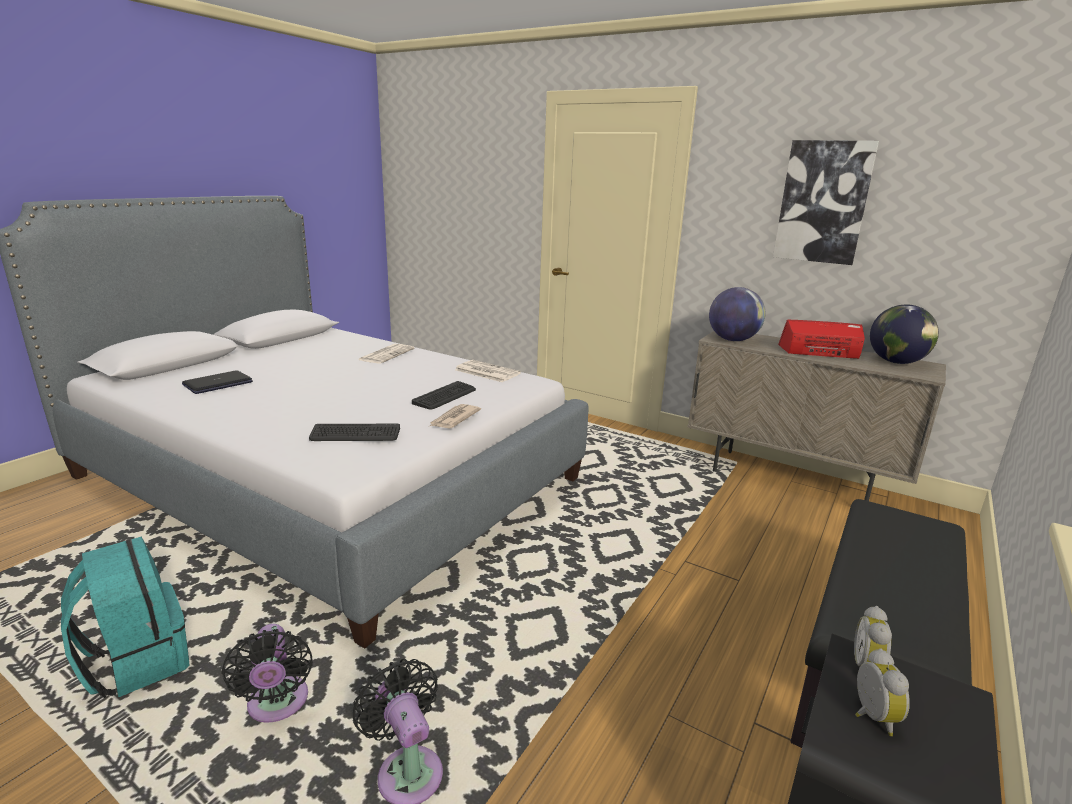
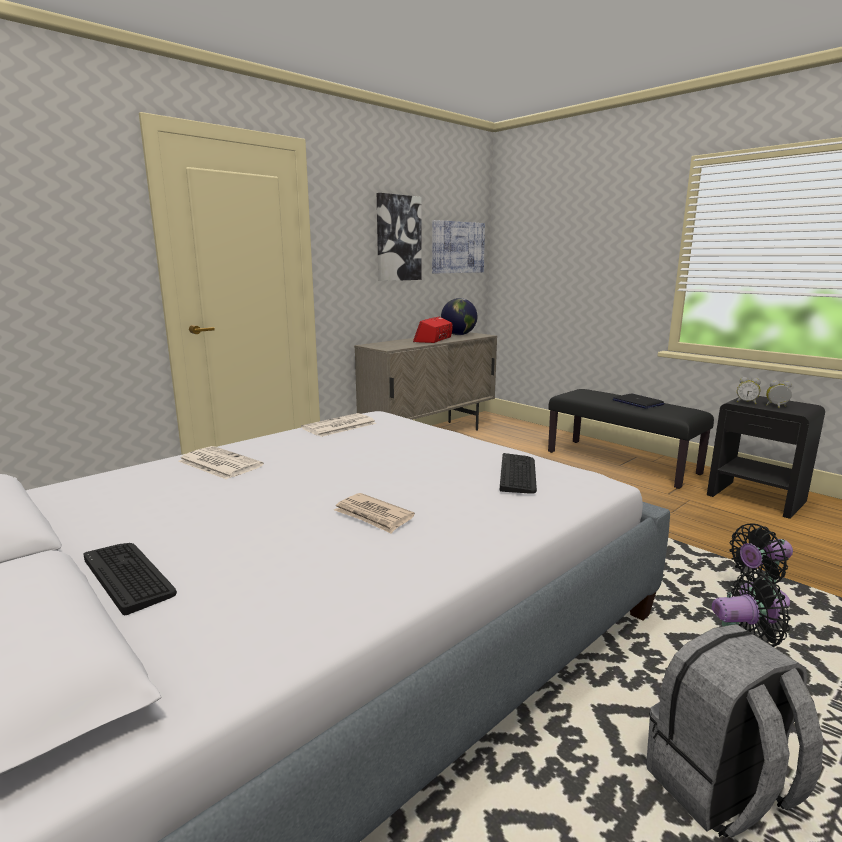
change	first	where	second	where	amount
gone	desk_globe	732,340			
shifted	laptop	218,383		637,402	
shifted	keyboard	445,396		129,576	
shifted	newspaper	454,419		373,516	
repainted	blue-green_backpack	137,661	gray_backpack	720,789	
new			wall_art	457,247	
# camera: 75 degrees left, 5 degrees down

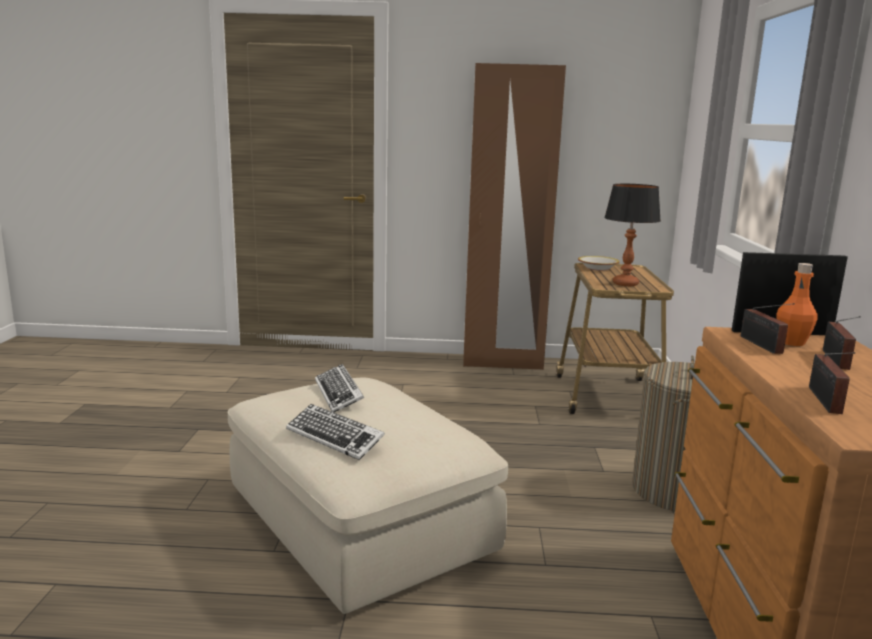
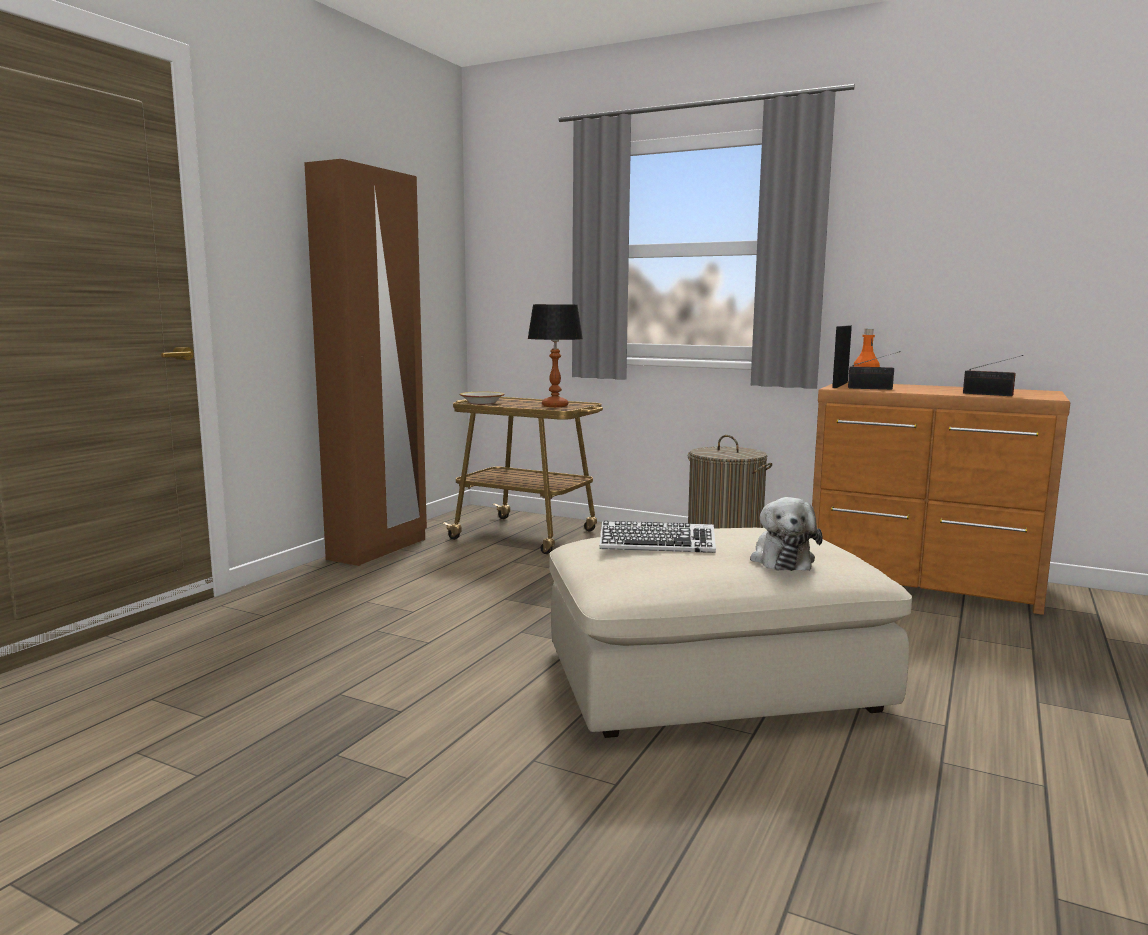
change	first	where	second	where	amount
gone	radio_receiver	835,361			
swapped	keyboard	334,437	plush_toy	781,559	
# camera: 65 degrees left, 5 degrees down

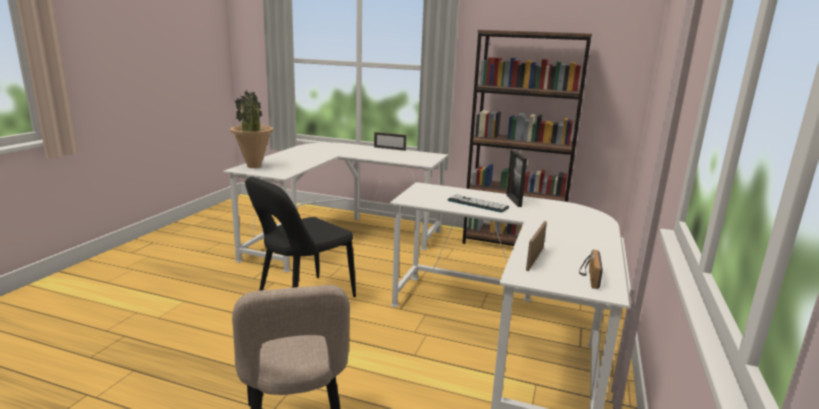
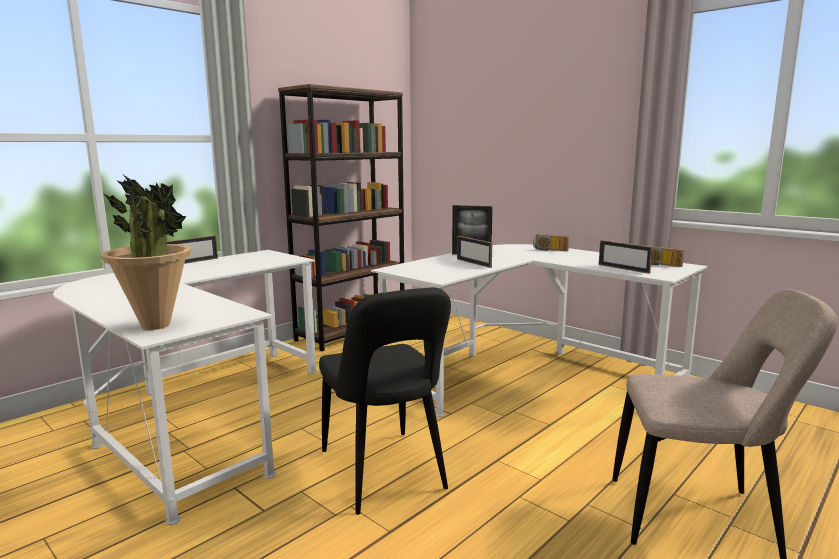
change	first	where	second	where	amount
swapped	keyboard	477,204	photo_frame	473,263	
new			radio_receiver	549,250	
# camera: 65 degrees left, 5 degrees down

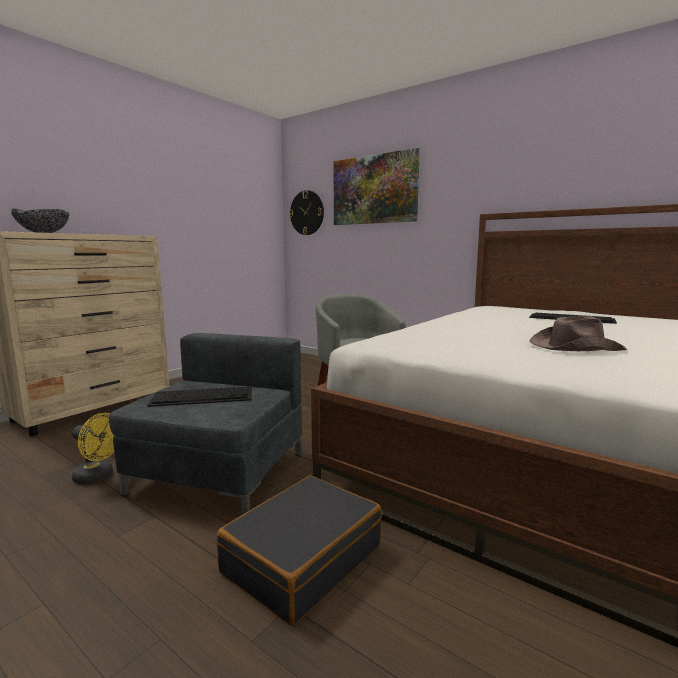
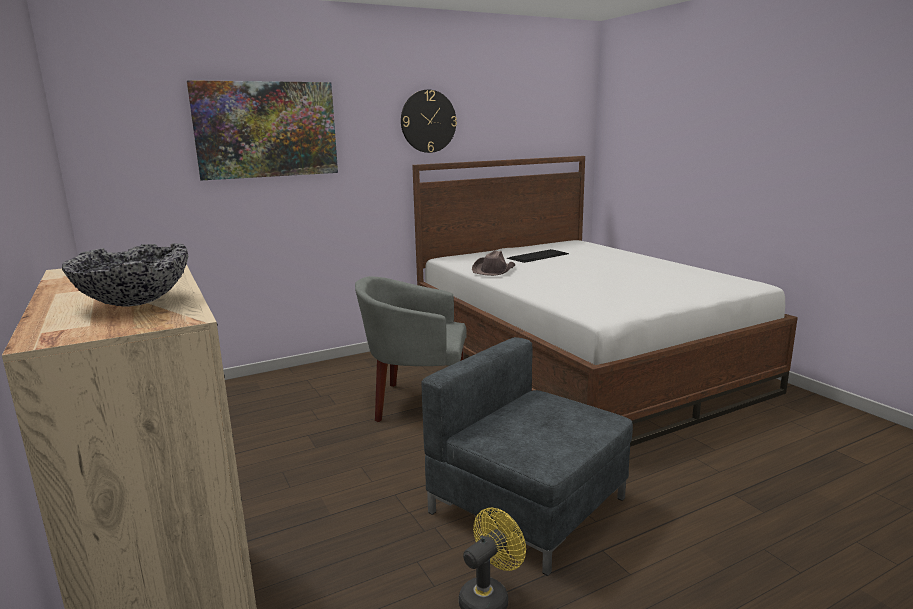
change	first	where	second	where	amount
shifted	hanging_clock	307,213		428,121	
shifted	brown-coloured_wearable_hat	574,347		493,270	
gone	keyboard	203,396			
gone	black_piece_of_luggage	302,559			
# camera: 65 degrees left, 5 degrees up

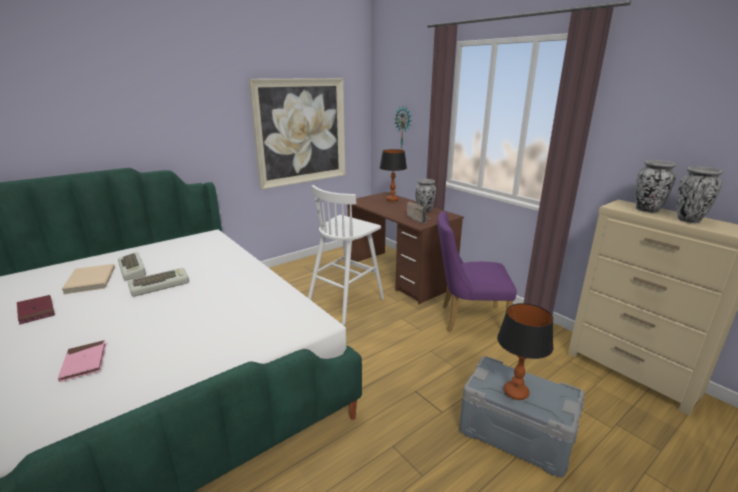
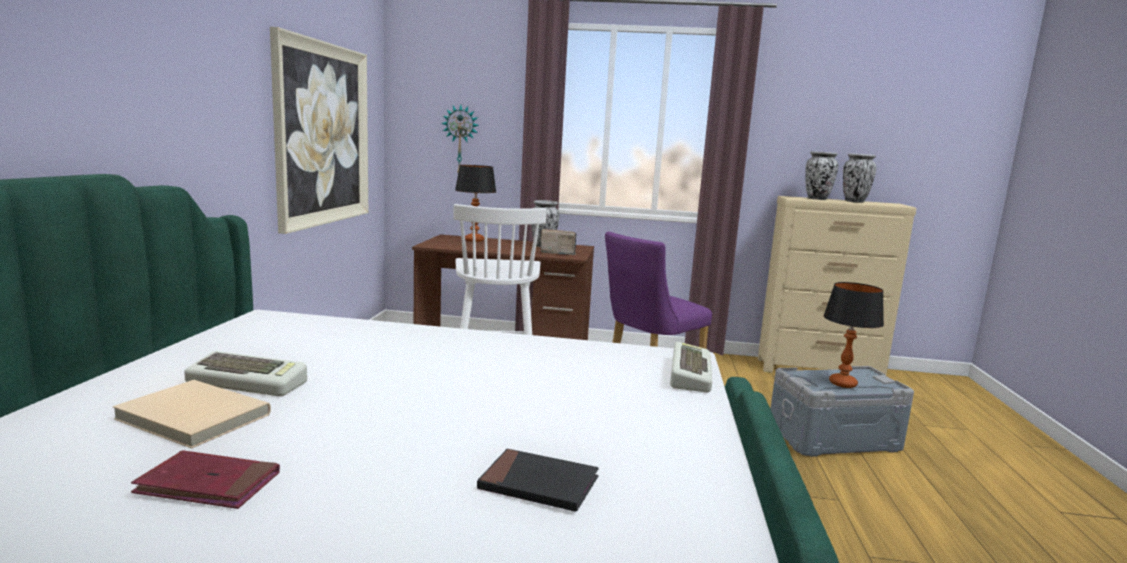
change	first	where	second	where	amount
shifted	keyboard	160,285		688,373	
repainted	pinkish_bound_book	84,362	black_bound_book	538,485	
# camera: 45 degrees left, 10 degrees down

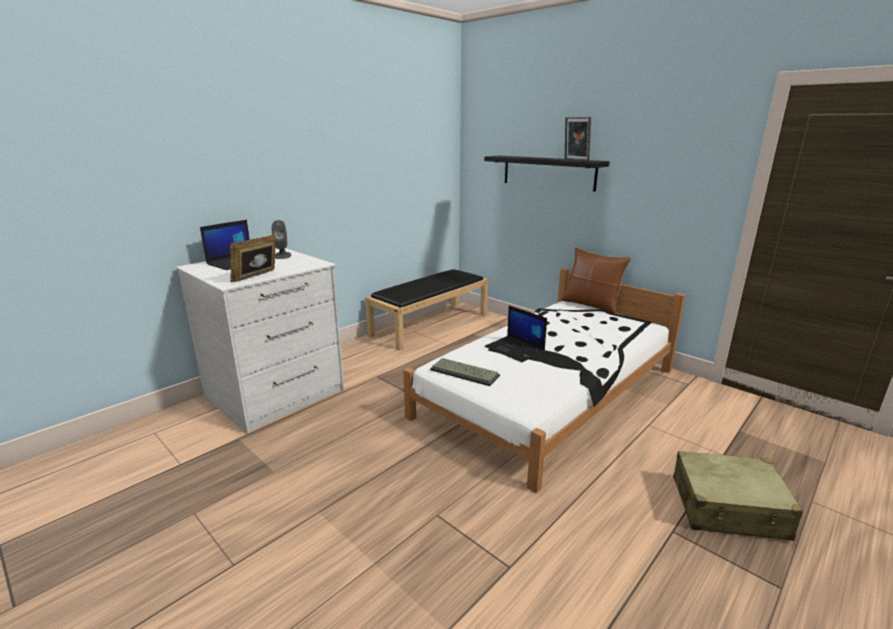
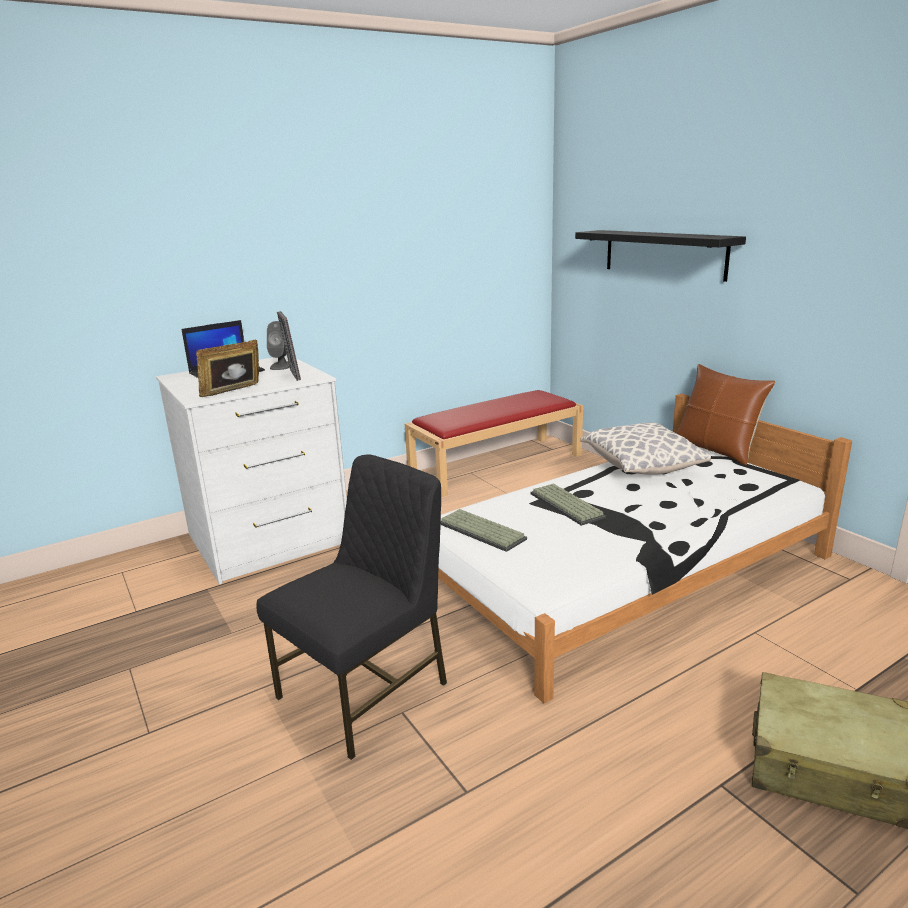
change	first	where	second	where	amount
shifted	photo_frame	575,160		292,375	
repainted	black_indoor_bench	430,324	reddish_indoor_bench	497,464	
swapped	laptop	515,349	keyboard	568,505	
new			throw_pillow	641,467	
new			black_plain_chair	366,690	
# camera: 15 degrees right, 0 degrees up

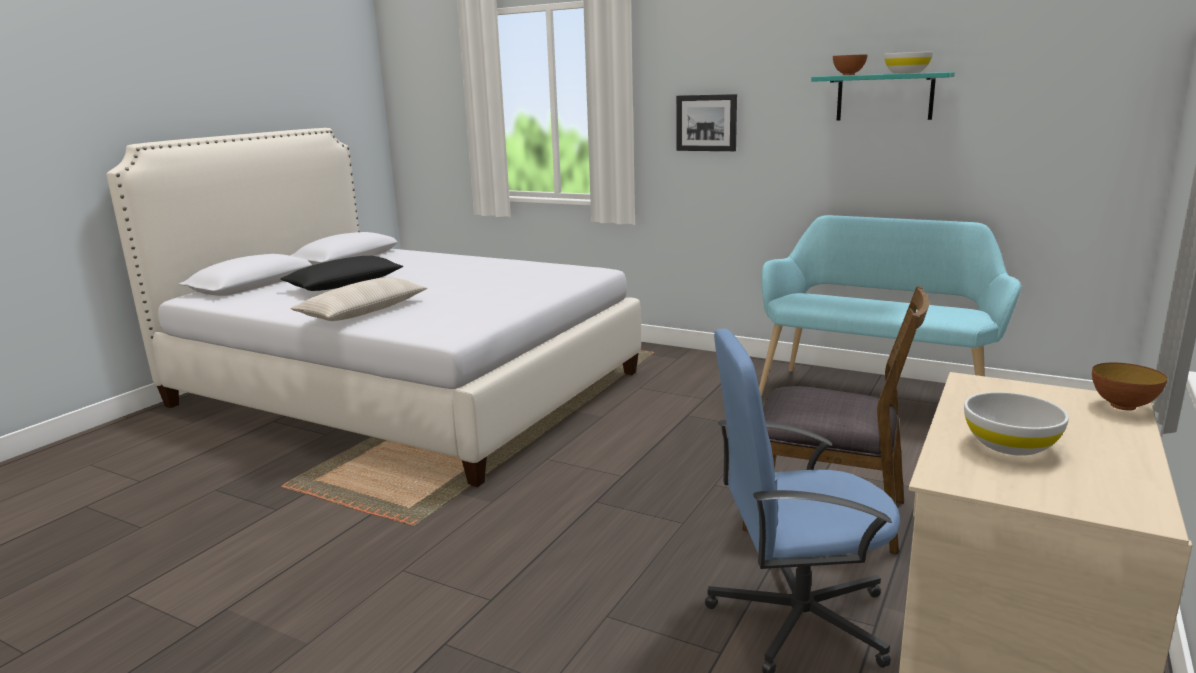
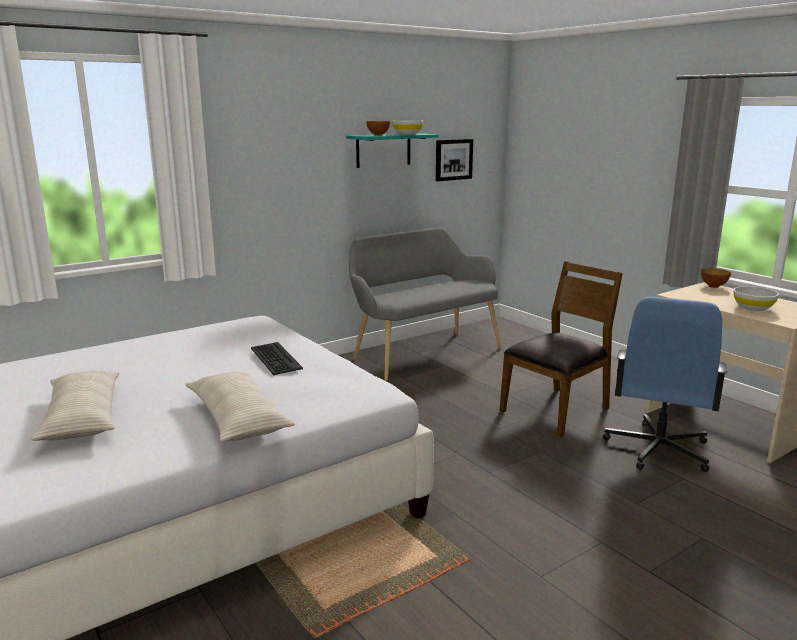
change	first	where	second	where	amount
shifted	wall_art	706,123		453,159	
repainted	blue-green_indoor_bench	875,395	gray_indoor_bench	422,352	
repainted	black_throw_pillow	345,284	beige-coloured_throw_pillow	82,418	
new			keyboard	275,359	
# camera: 65 degrees left, 0 degrees up

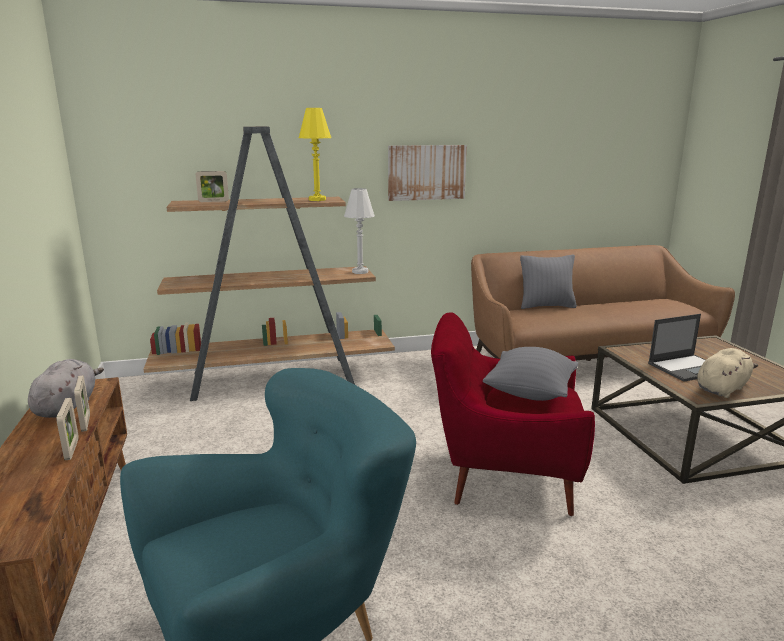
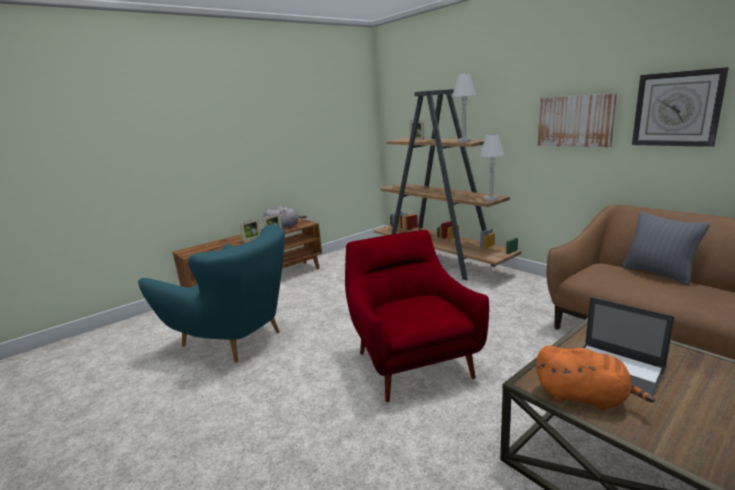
change	first	where	second	where	amount
repainted	yellow_lamp_for_a_table	317,200	white-coloured_lamp_for_a_table	464,141	
gone	gray_throw_pillow	530,393			
repainted	beige-coloured_plush_toy	722,388	orange-coloured_plush_toy	584,397	
new			hanging_clock	676,109	
# camera: 65 degrees right, 0 degrees up

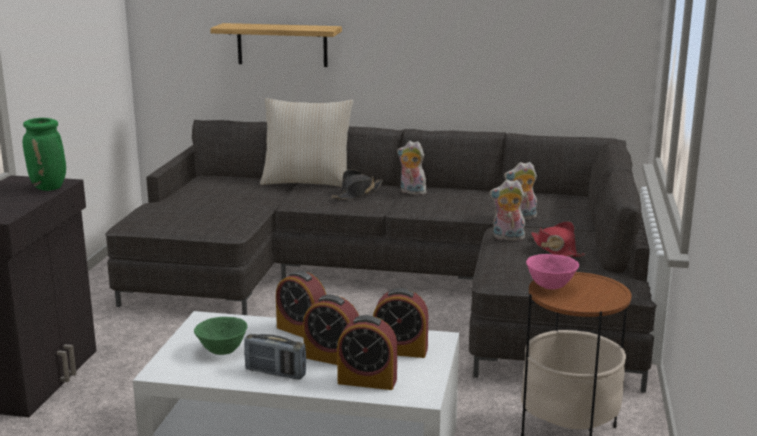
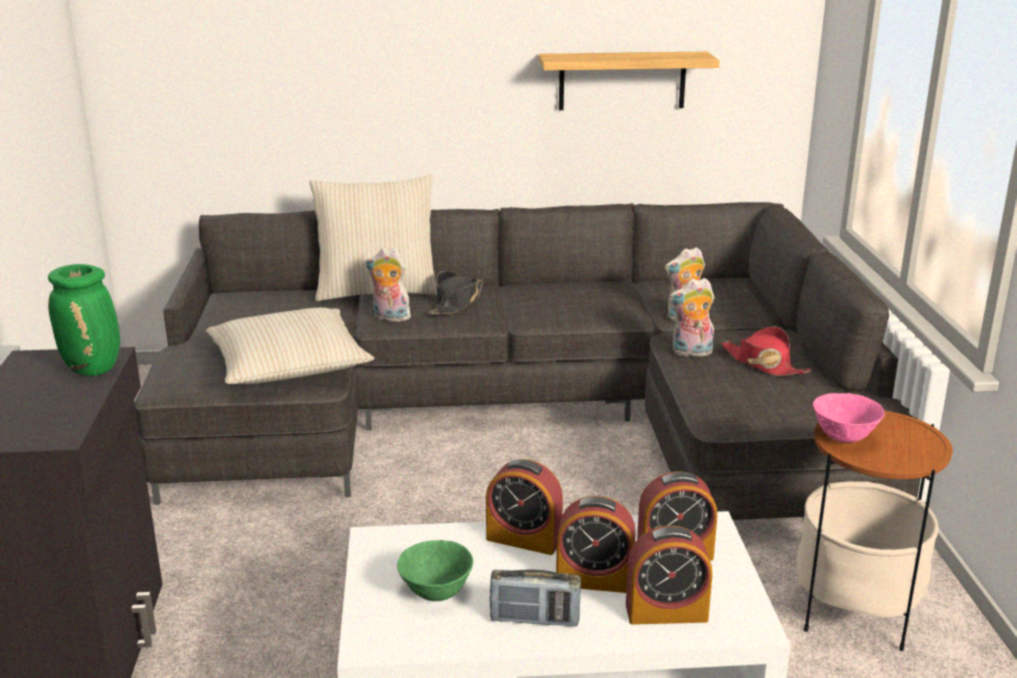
change	first	where	second	where	amount
shifted	shelf	282,45		622,80	
shifted	plush_toy	411,192		389,318	
new			beige-coloured_throw_pillow	288,364	
# camera: 15 degrees left, 5 degrees up

